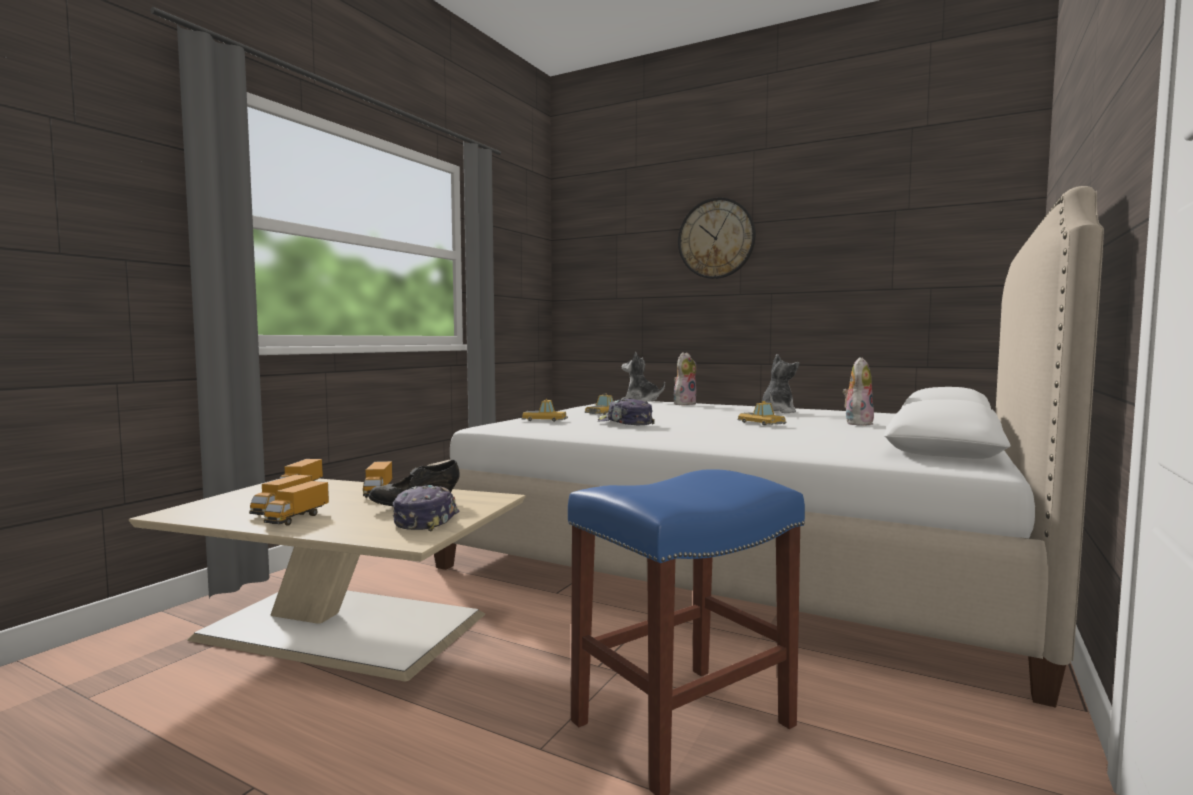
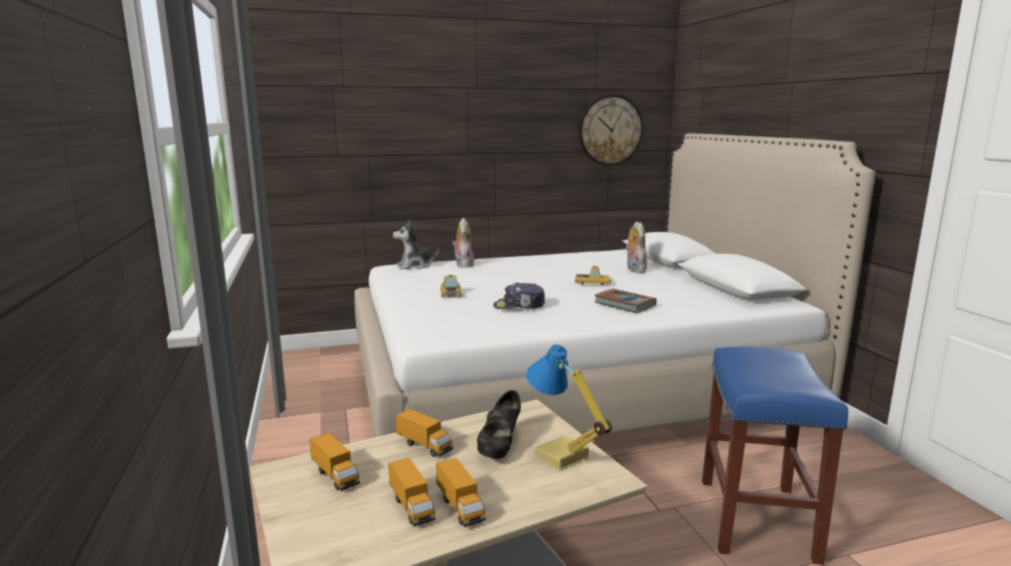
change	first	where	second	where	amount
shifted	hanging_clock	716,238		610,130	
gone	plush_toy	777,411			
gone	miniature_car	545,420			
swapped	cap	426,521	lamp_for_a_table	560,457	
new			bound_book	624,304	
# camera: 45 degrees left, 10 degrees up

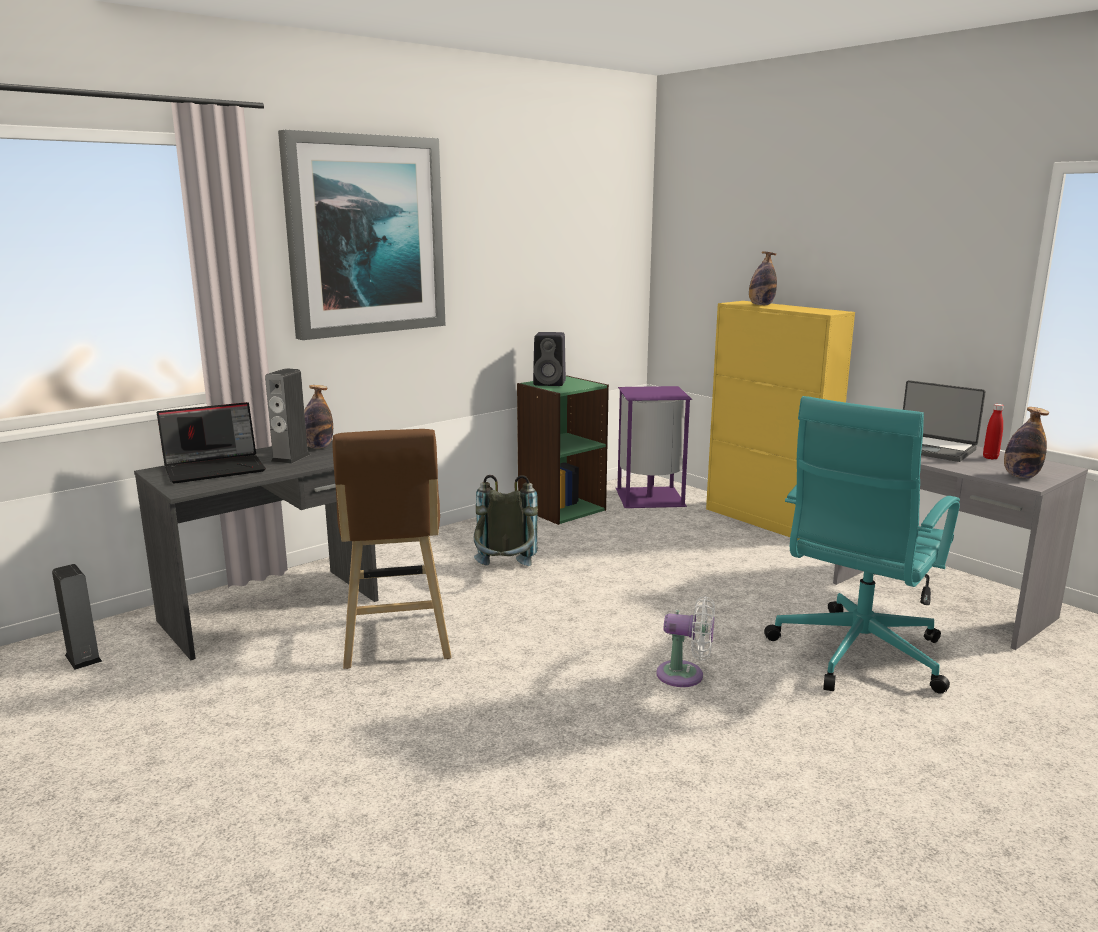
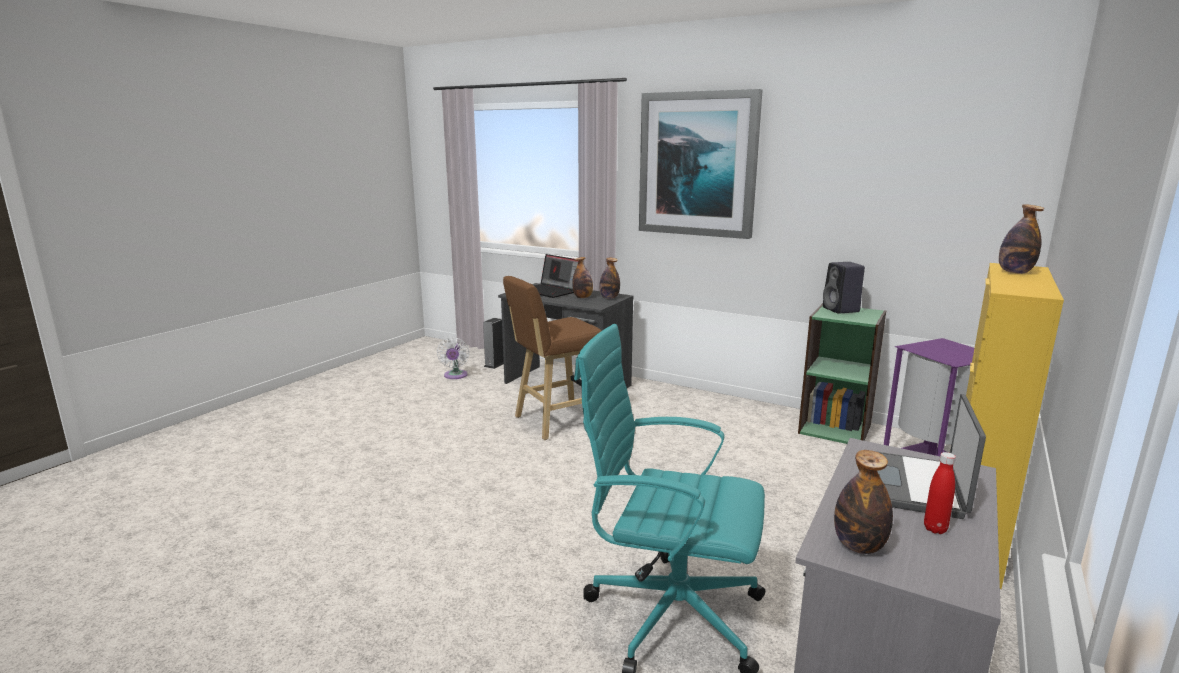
change	first	where	second	where	amount
swapped	audio_speaker	290,458	drink_bottle	583,297	
gone	gray_backpack	505,573			
shifted	white-coloured_electric_fan	685,675		455,376	
# camera: 70 degrees right, 0 degrees up

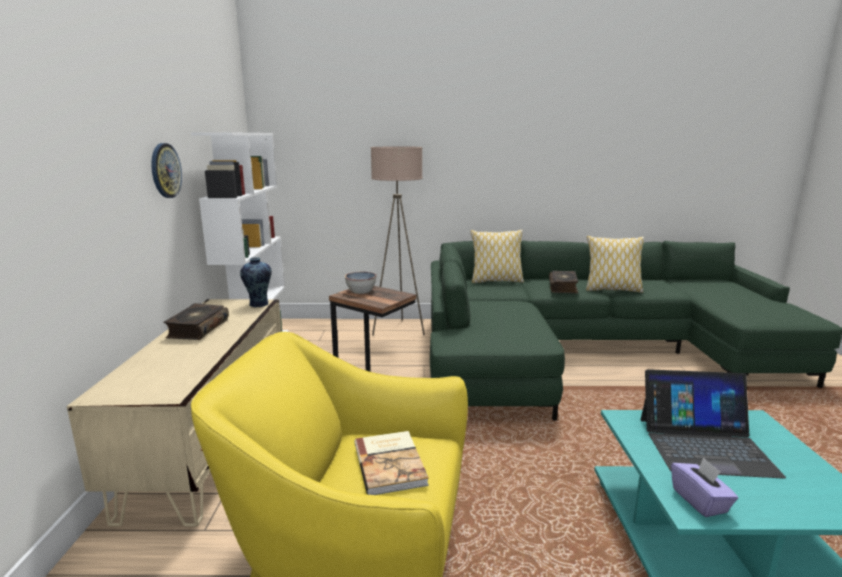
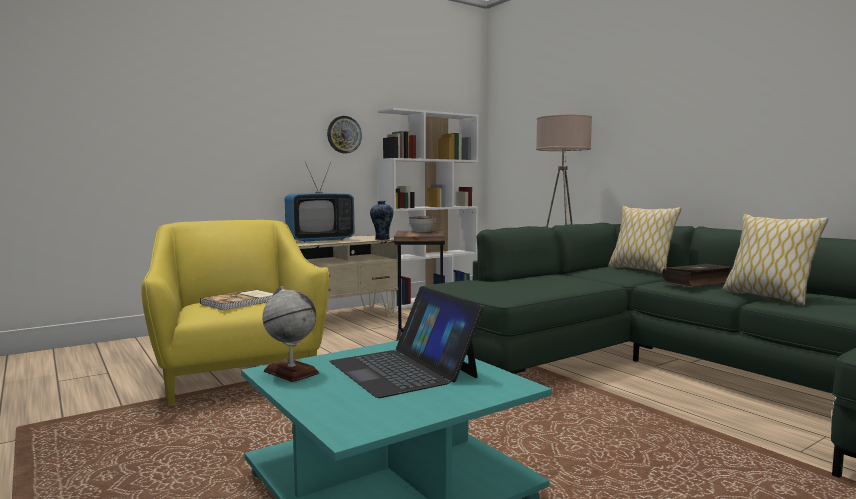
change	first	where	second	where	amount
swapped	bound_book	197,329	television	320,240	
swapped	purplish_tissue_holder	700,501	desk_globe	291,372	
# camera: 55 degrees right, 10 degrees down

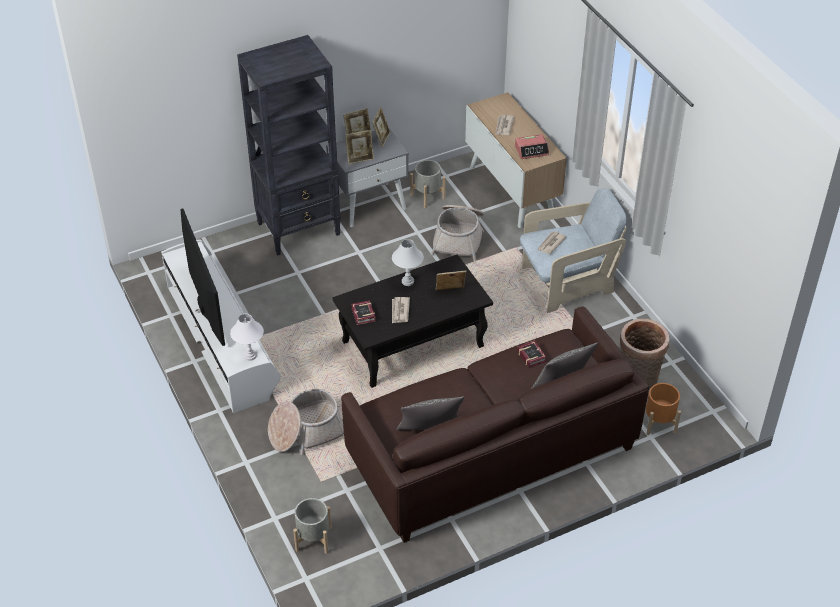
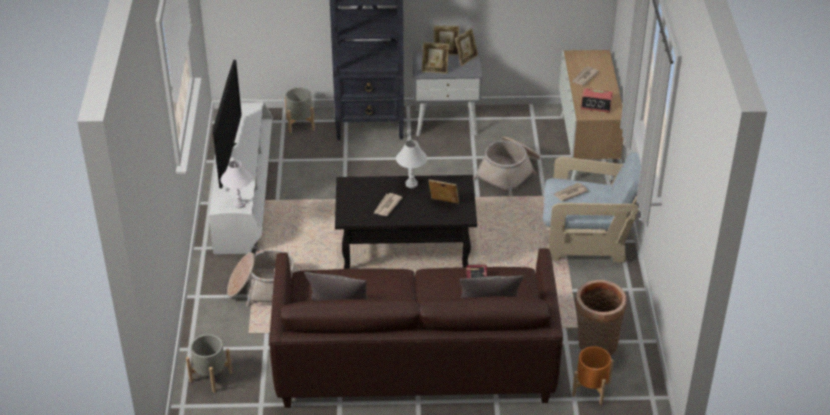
change	first	where	second	where	amount
shifted	gray_plant_pot	427,196		300,124	
gone	bound_book	363,315			
# camera: 25 degrees right, 5 degrees down

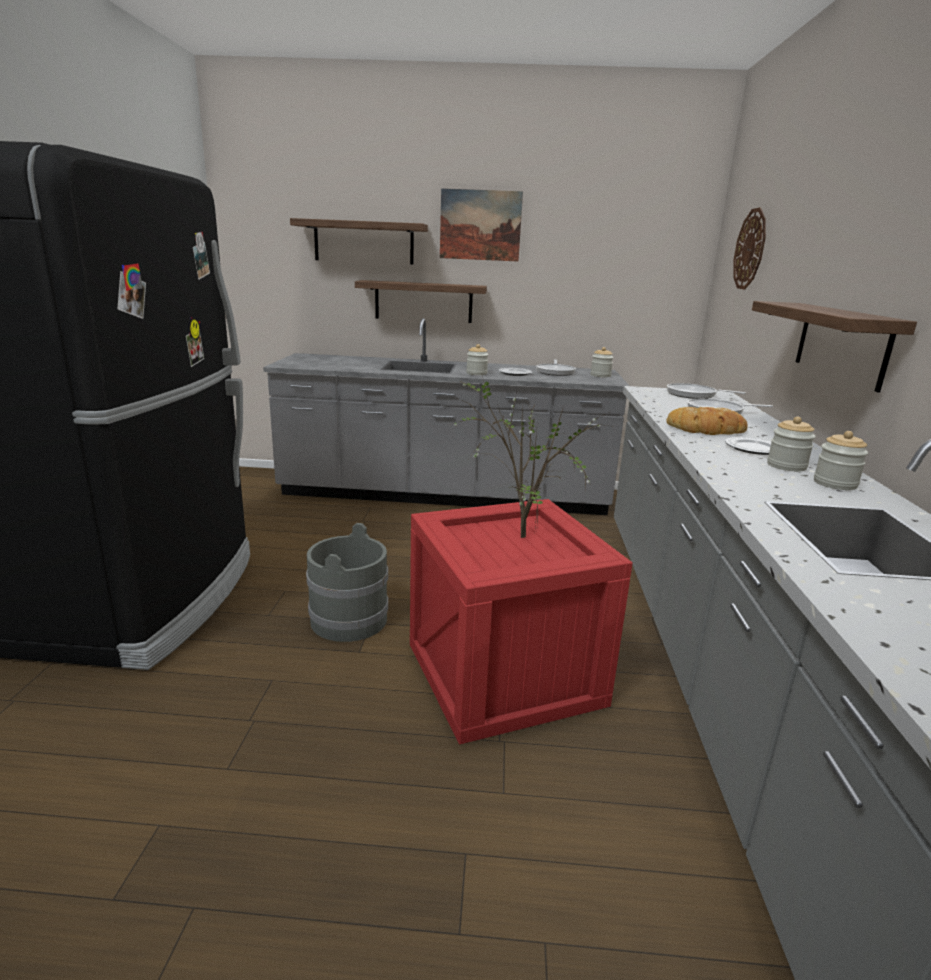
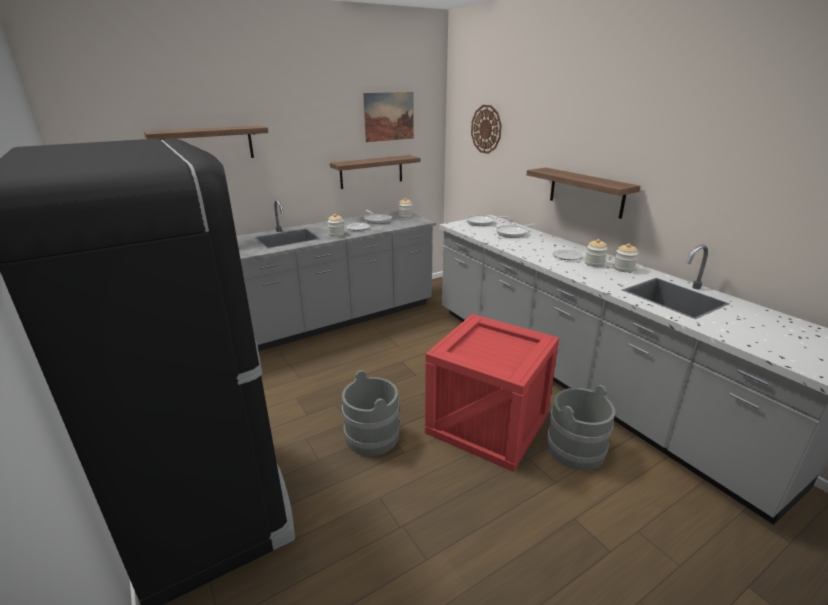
change	first	where	second	where	amount
shifted	wall_art	480,225		389,116	
shifted	shelf	423,301		371,171	
gone	potted_plant	517,537			
gone	bread	706,429			
new			gray_pail	575,449	
# camera: 35 degrees left, 5 degrees up

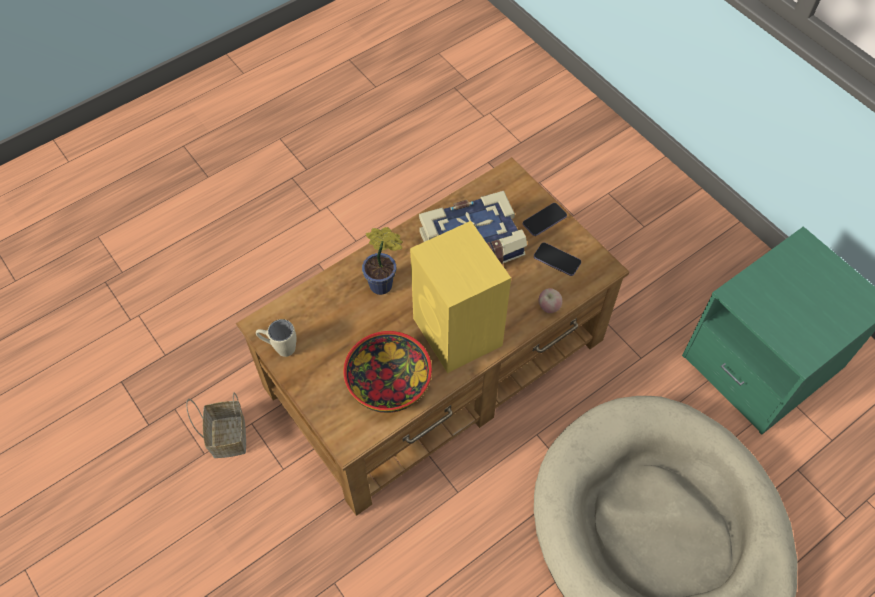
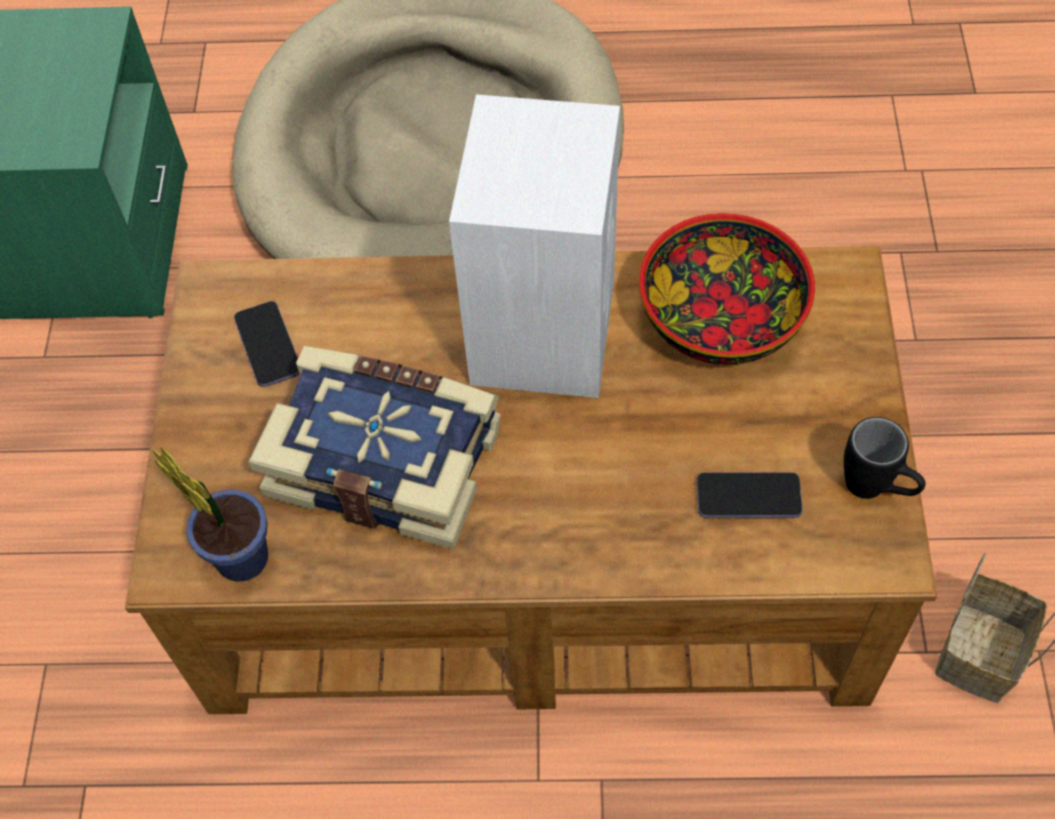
change	first	where	second	where	amount
shifted	phone	544,220		748,497	
repainted	yellow_audio_speaker	458,333	white-coloured_audio_speaker	544,327	
shifted	potted_plant	384,285		237,554	
gone	whole_apple	549,307			
repainted	beige-coloured_tea_mug	279,348	black_tea_mug	876,490	
# camera: 140 degrees left, 0 degrees up

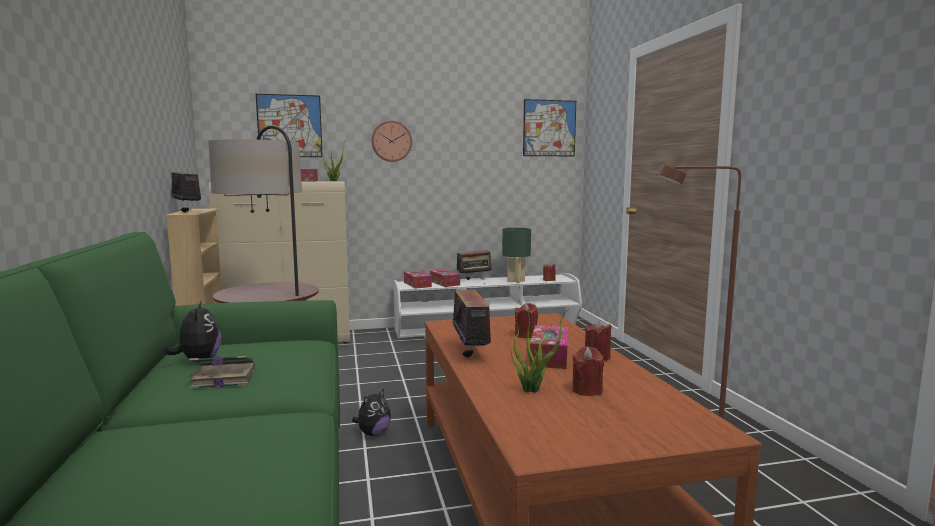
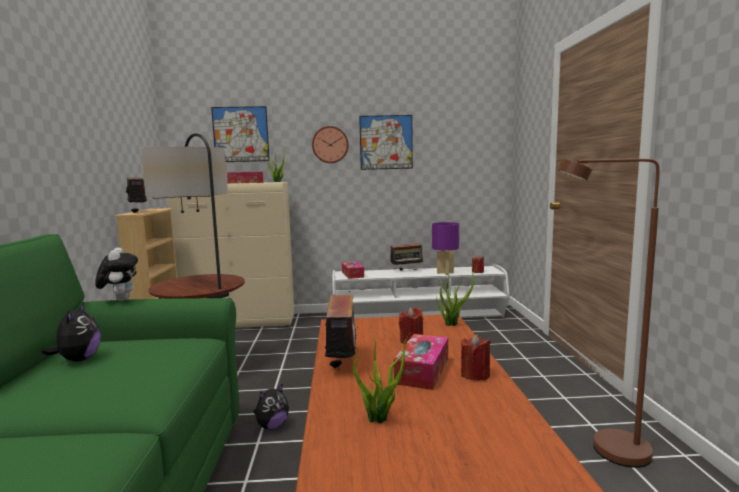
change	first	where	second	where	amount
shifted	wall_art	549,128		386,142	
repainted	greenish_lamp_for_a_table	516,281	purplish_lamp_for_a_table	445,273	
gone	tissue_holder	444,283			
gone	reddish_wax_light	587,390			
gone	bound_book	222,379			
new			plush_toy	120,299	
new			potted_plant	452,324	
# camera: 10 degrees right, 0 degrees up

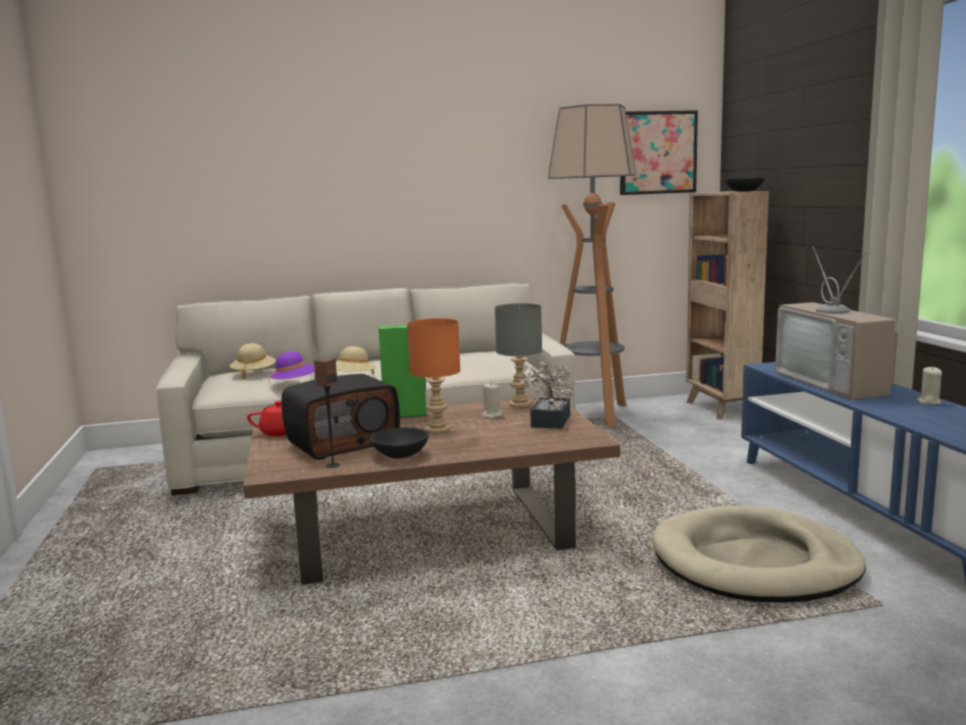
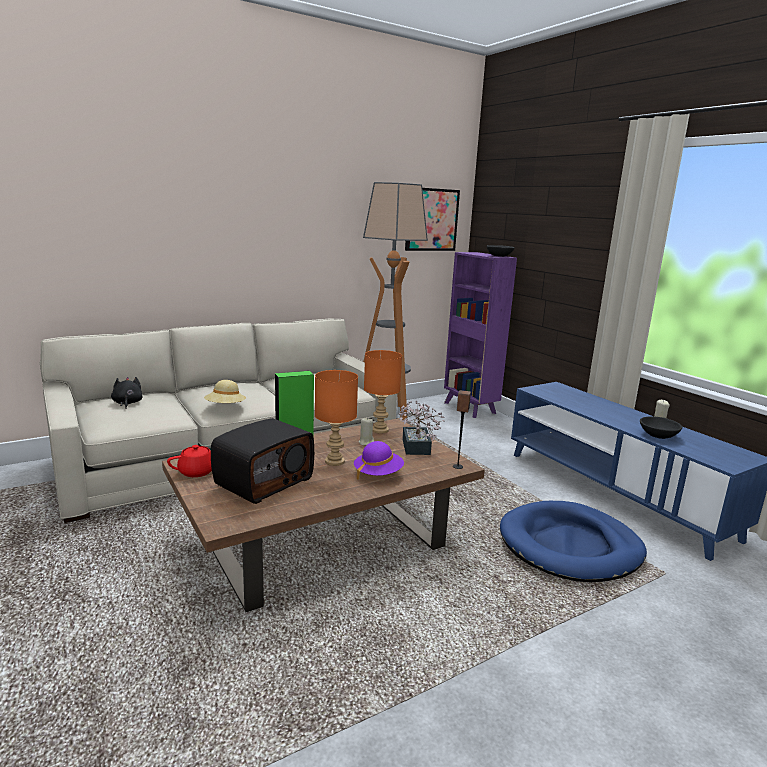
change	first	where	second	where	amount
repainted	brown-coloured_bookcase	721,409	purplish_bookcase	470,408	
gone	television	837,383			
repainted	gray_lamp_for_a_table	519,405	orange-coloured_lamp_for_a_table	379,430	
swapped	beige-coloured_wearable_hat	253,374	black_plush_toy	127,403	
shifted	purplish_wearable_hat	294,384		378,474	
shifted	audio_speaker	332,465		457,466	
shifted	black_bowl	400,455		658,436	
repainted	beige-coloured_dog_bed	754,563	blue-coloured_dog_bed	570,546	
# camera: 20 degrees left, 5 degrees up

